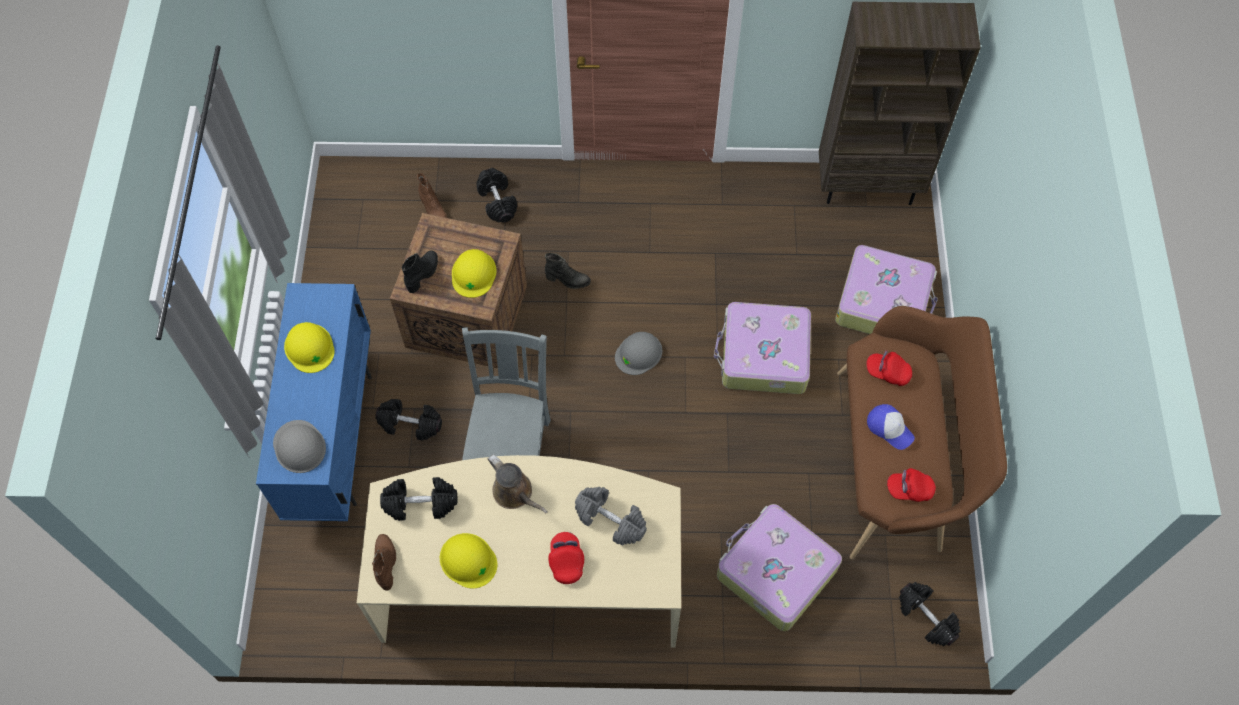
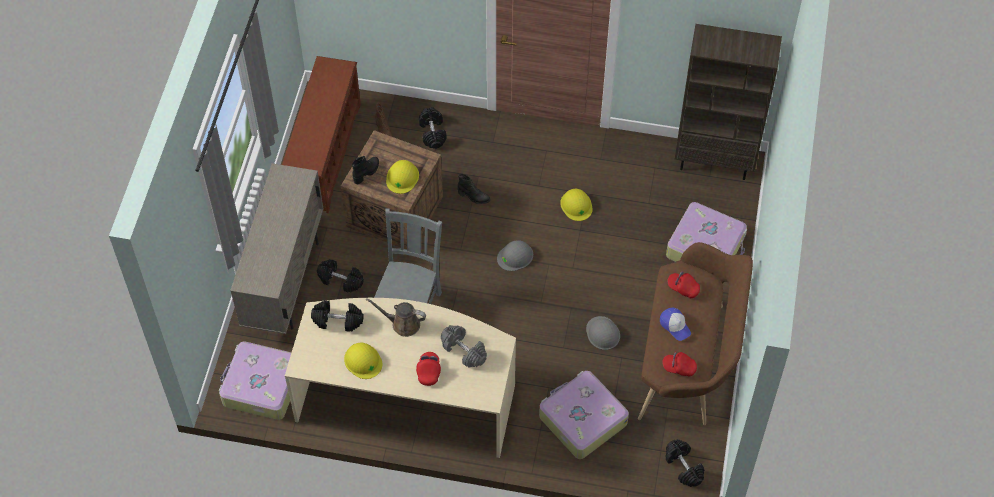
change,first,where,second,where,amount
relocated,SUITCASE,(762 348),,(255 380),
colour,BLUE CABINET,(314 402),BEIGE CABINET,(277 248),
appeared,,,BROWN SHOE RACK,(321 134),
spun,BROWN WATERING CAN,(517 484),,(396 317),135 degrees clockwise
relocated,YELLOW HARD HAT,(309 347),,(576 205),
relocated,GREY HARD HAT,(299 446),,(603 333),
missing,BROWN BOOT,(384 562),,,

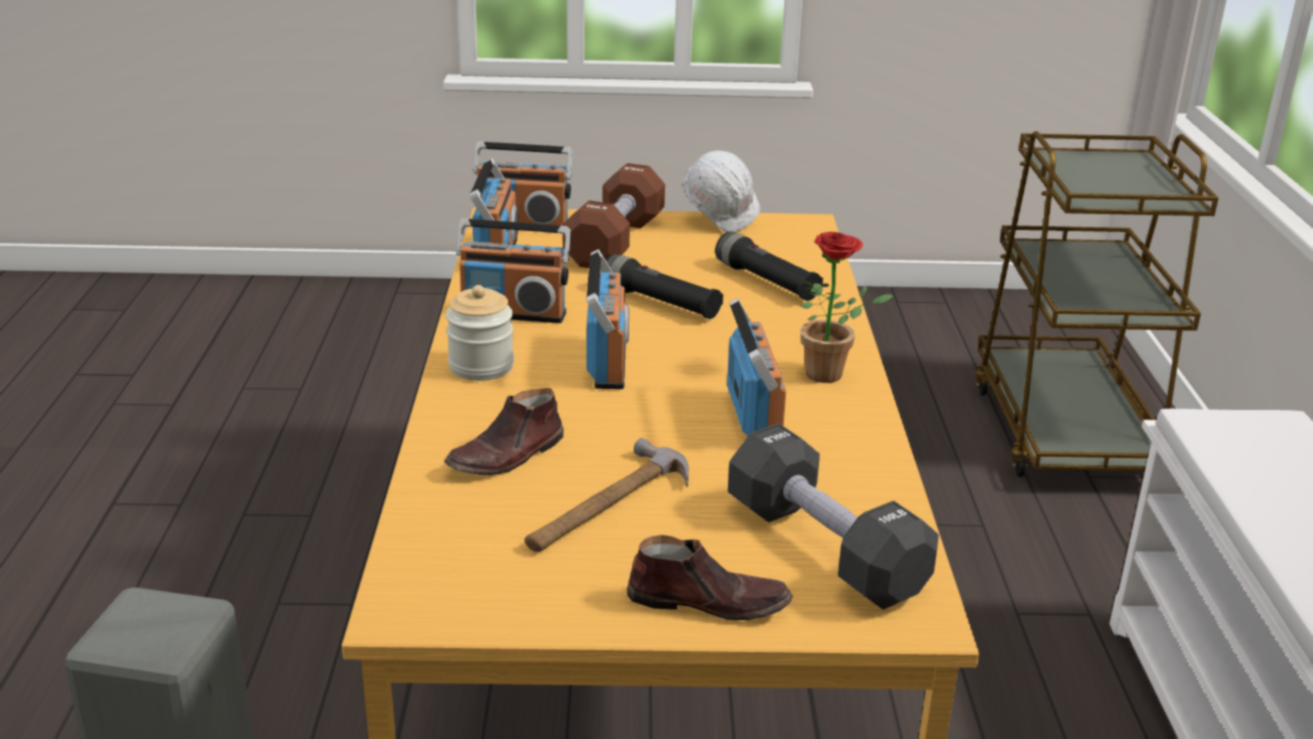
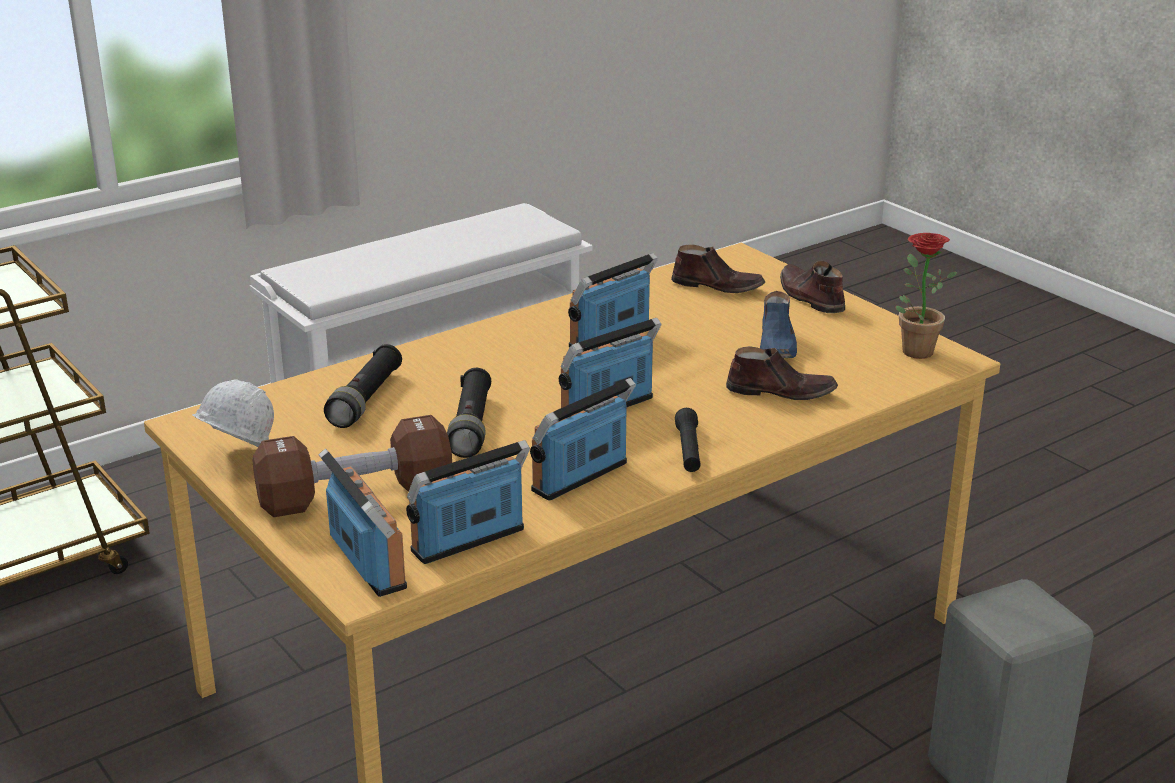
change,first,where,second,where,amount
spun,RADIO,(513 271),,(583 439),105 degrees counterclockwise
exchanged,BLACK DUMBBELL,(833 516),BROWN SHOE,(718 268),
exchanged,JAR,(480 333),BLACK FLASHLIGHT,(688 440),
exchanged,HAMMER,(607 495),BLUE SHOE,(778 324),
relocated,POTTED PLANT,(846 307),,(926 296),

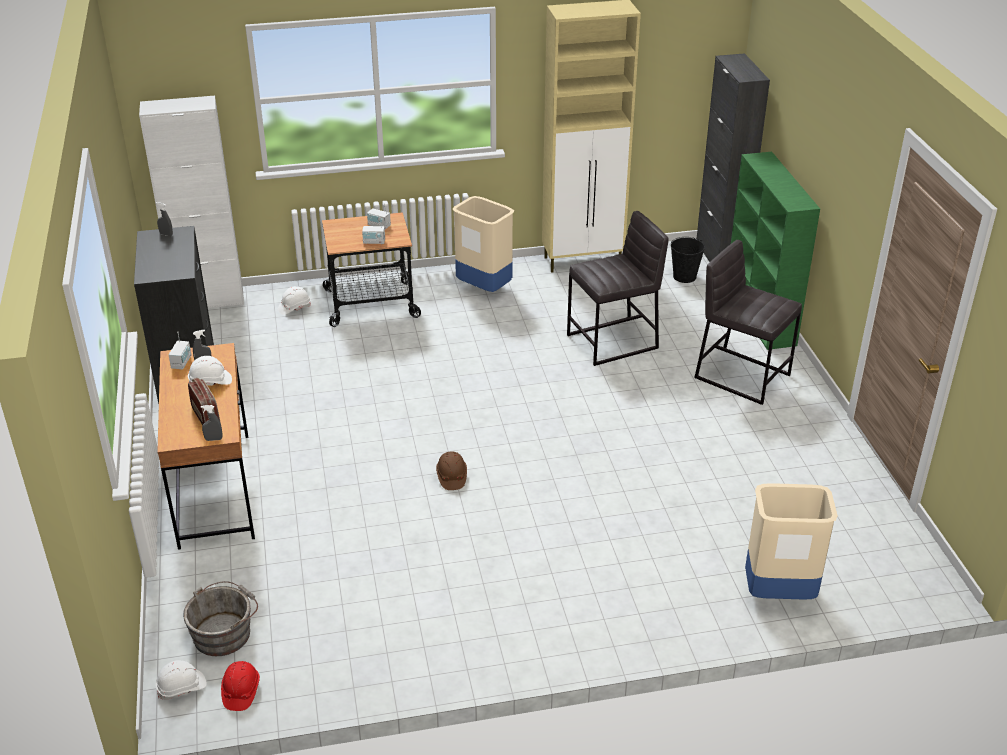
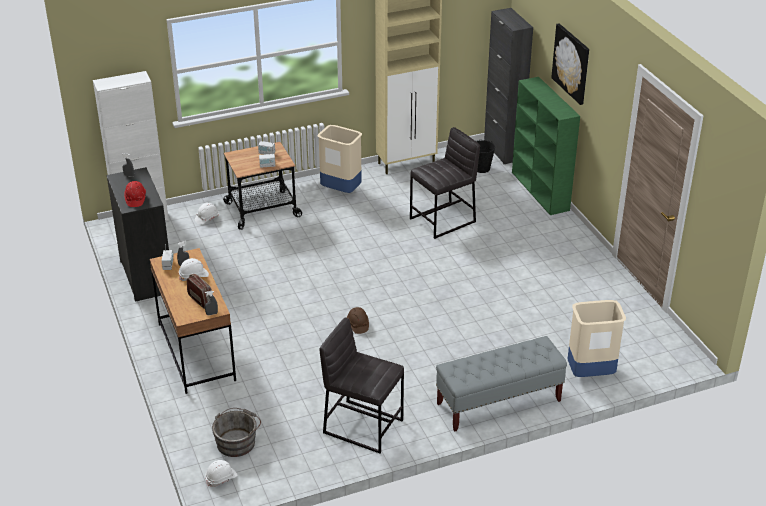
change,first,where,second,where,amount
relocated,RED HARD HAT,(240 686),,(135 194),
relocated,GREY STOOL,(748 322),,(361 385),
appeared,,,GREY BENCH,(501 384),
appeared,,,PICTURE,(570 64),

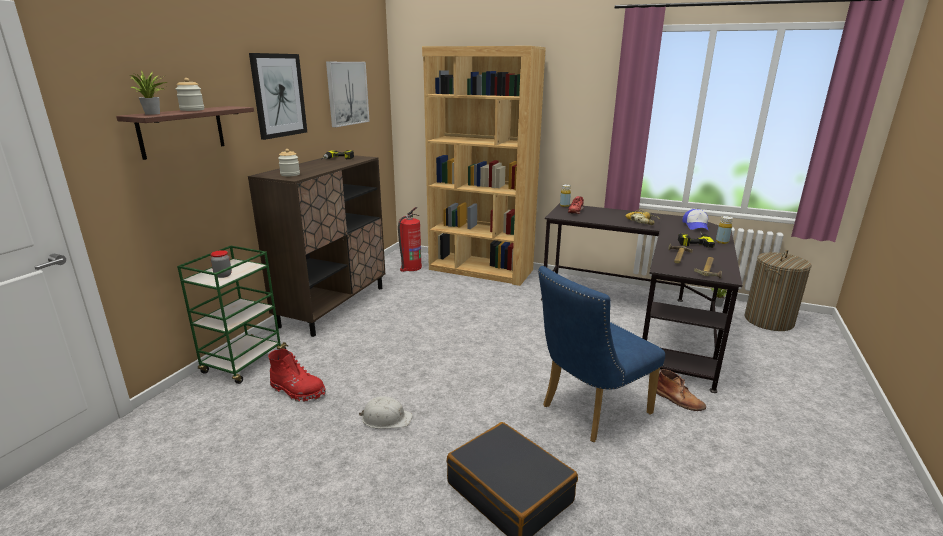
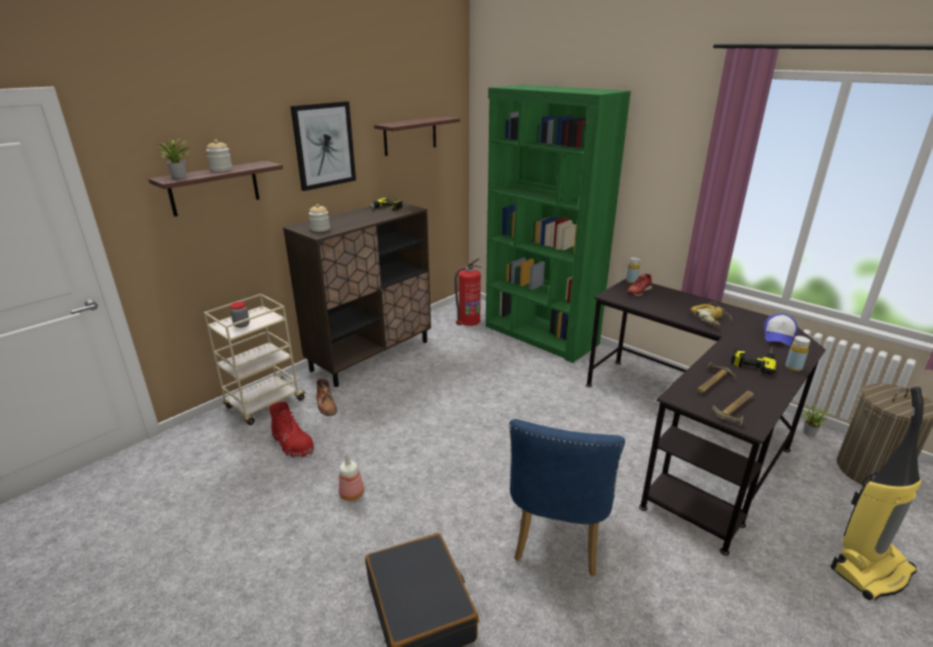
change,first,where,second,where,amount
colour,GREEN CART,(232 315),BEIGE CART,(255 359),
relocated,BROWN BOOT,(681 390),,(326 397),
exchanged,WHITE HARD HAT,(386 412),BOTTLE,(351 477),
exchanged,PICTURE,(348 94),SHELF,(417 136),
colour,BROWN BOOKCASE,(484 166),GREEN BOOKCASE,(558 224),
spun,BLUE CHAIR,(601 354),,(567 497),60 degrees counterclockwise
appeared,,,VACUUM CLEANER,(877 494),

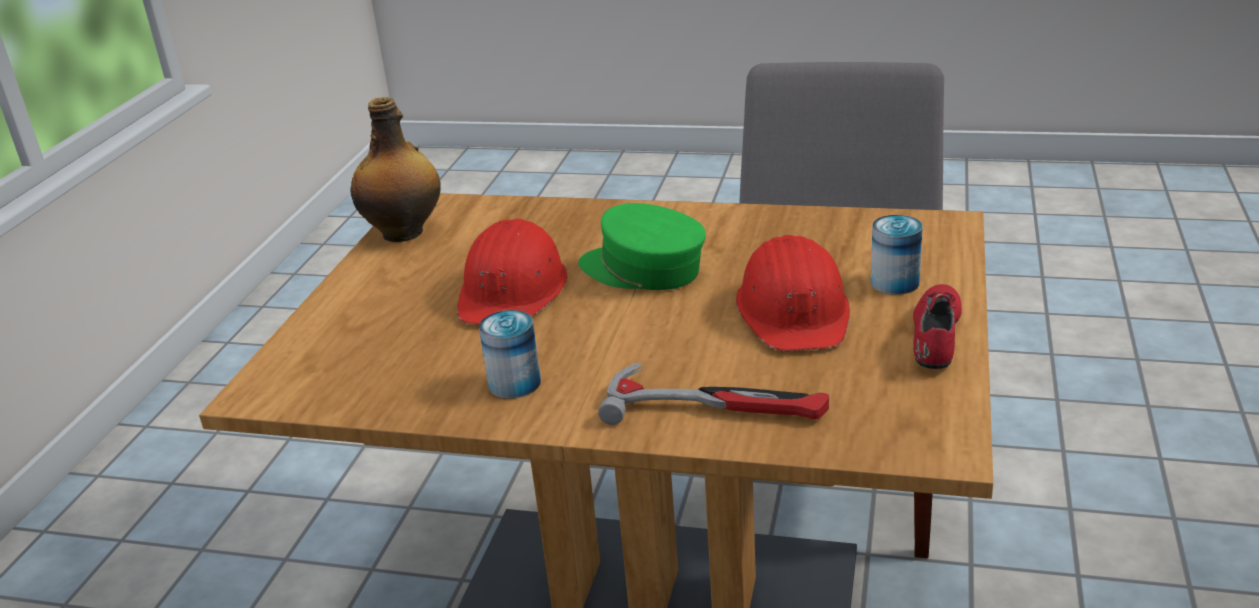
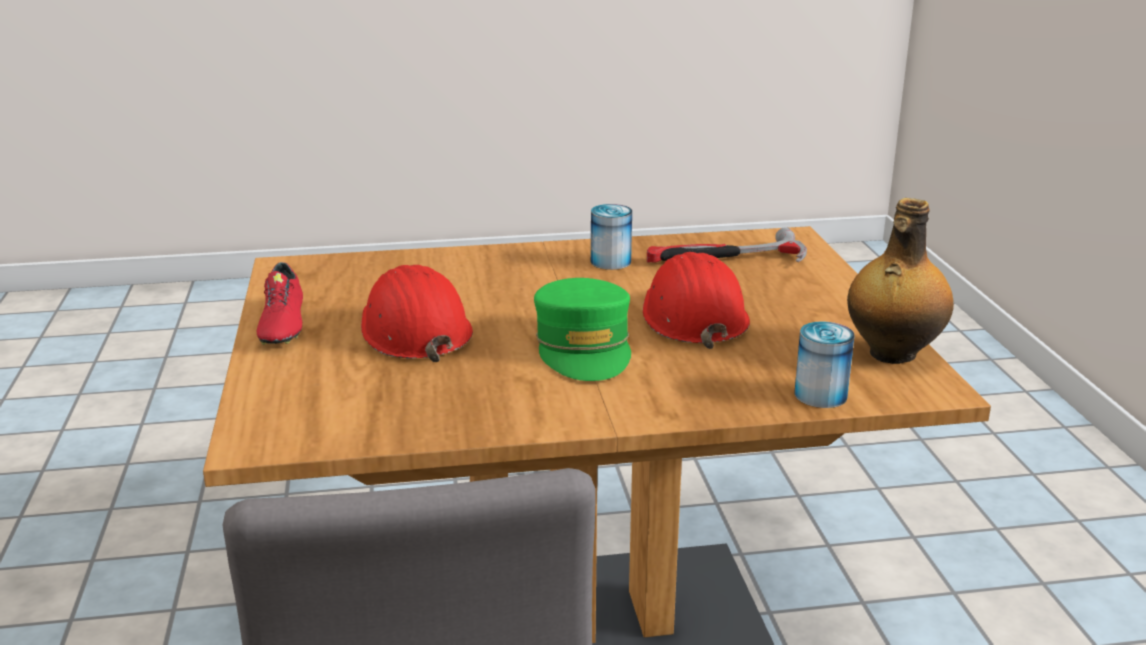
change,first,where,second,where,amount
spun,GREEN CAP,(642 246),,(582 329),75 degrees clockwise
relocated,HAMMER,(713 393),,(727 244),
relocated,CAN,(897 255),,(824 364),

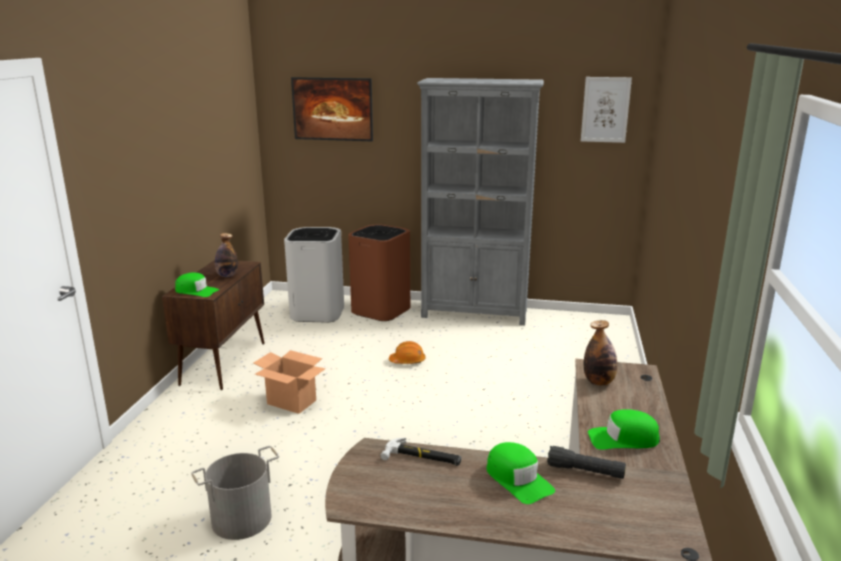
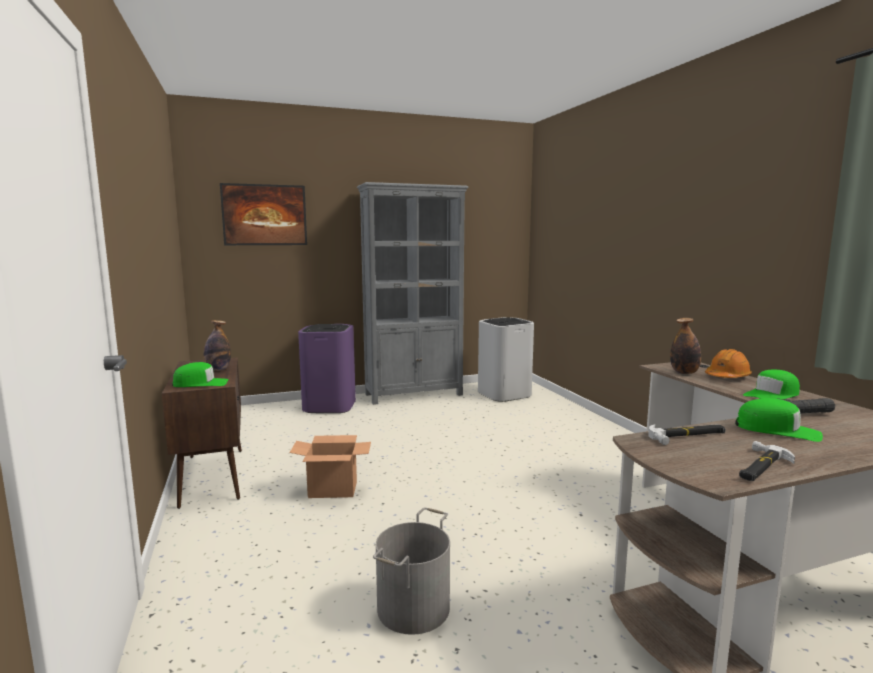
change,first,where,second,where,amount
colour,BROWN TRASH CAN,(379 272),PURPLE TRASH CAN,(327 368),
relocated,WHITE TRASH CAN,(314 274),,(506 359),
relocated,ORANGE HARD HAT,(407 352),,(728 363),
appeared,,,HAMMER,(767 461),
missing,PICTURE,(606 110),,,

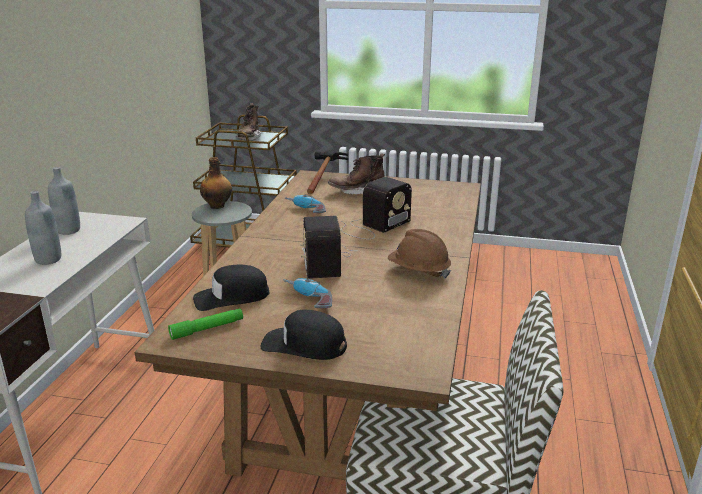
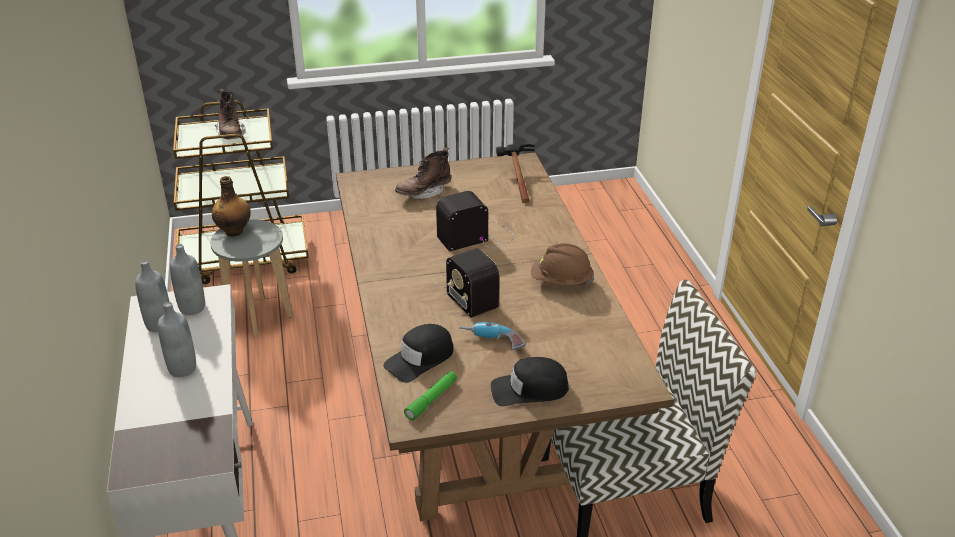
change,first,where,second,where,amount
appeared,,,GREY BOTTLE,(187 279),
spun,RADIO,(376 208),,(475 221),135 degrees counterclockwise
relocated,HAMMER,(327 172),,(515 173),
missing,POWER DRILL,(305 204),,,

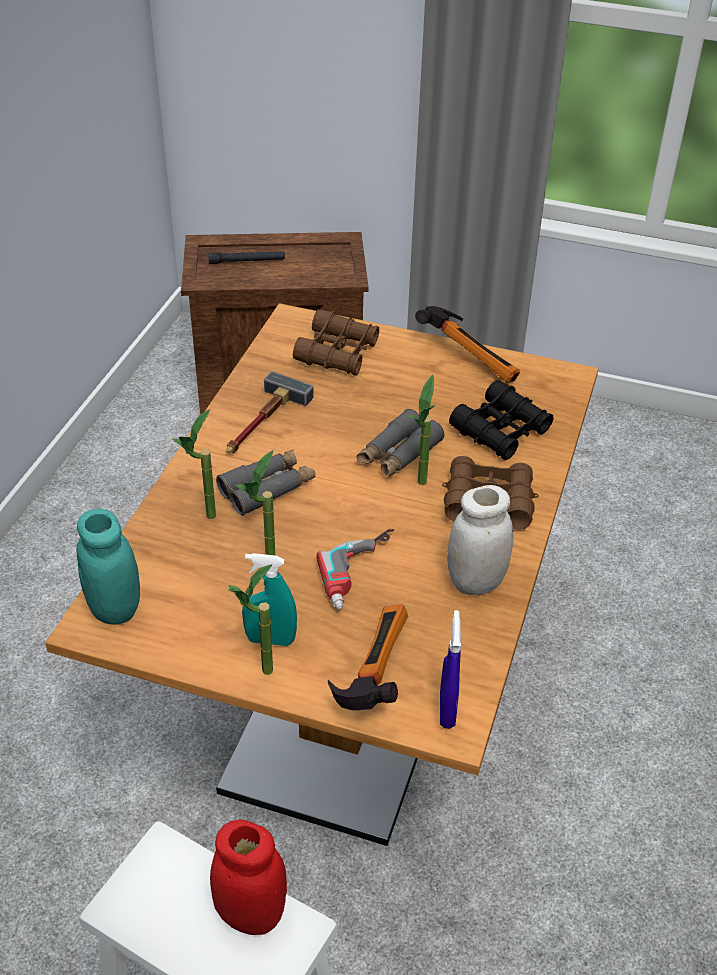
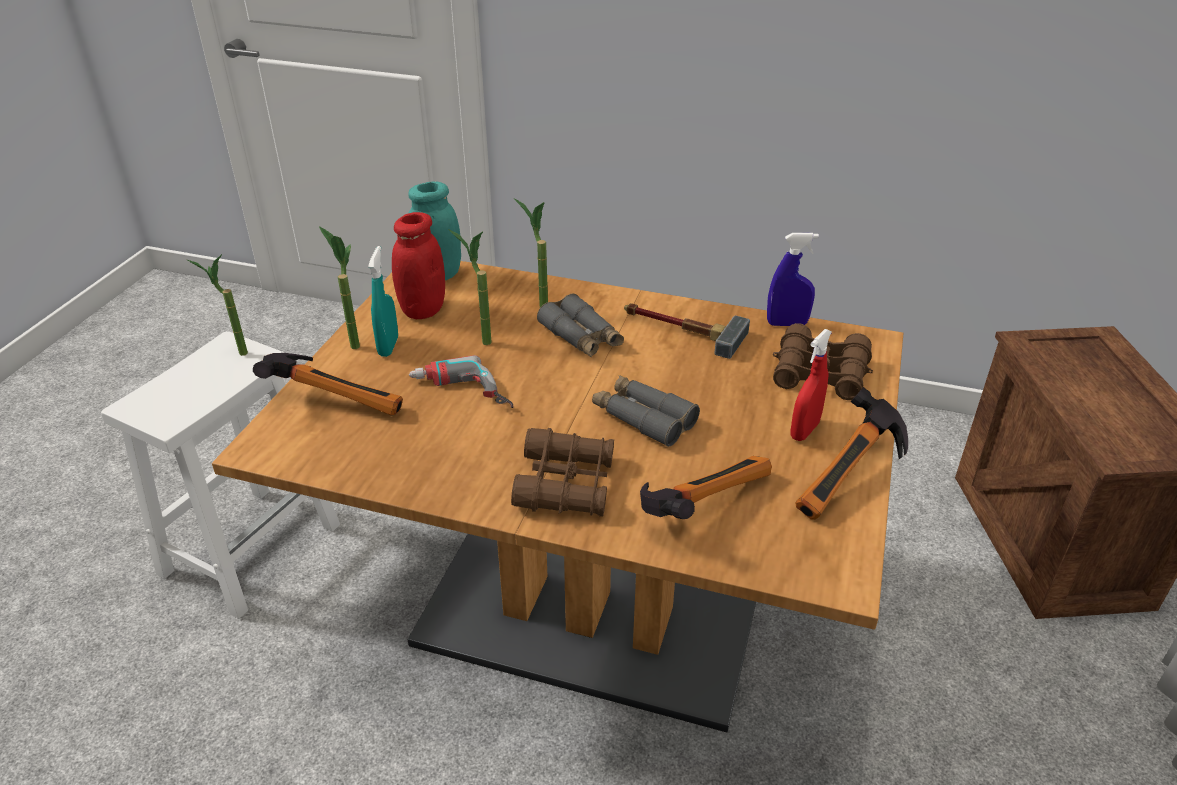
change,first,where,second,where,amount
relocated,POTTED PLANT,(421 430),,(218 304),
relocated,RED JAR,(248 877),,(418 265),
exchanged,BLACK BINOCULARS,(501 420),HAMMER,(706 487),
relocated,BLUE SPRAY BOTTLE,(450 669),,(793 279),
appeared,,,RED SPRAY BOTTLE,(811 385),
missing,BLACK FLASHLIGHT,(246 257),,,
missing,WHITE JAR,(480 540),,,

